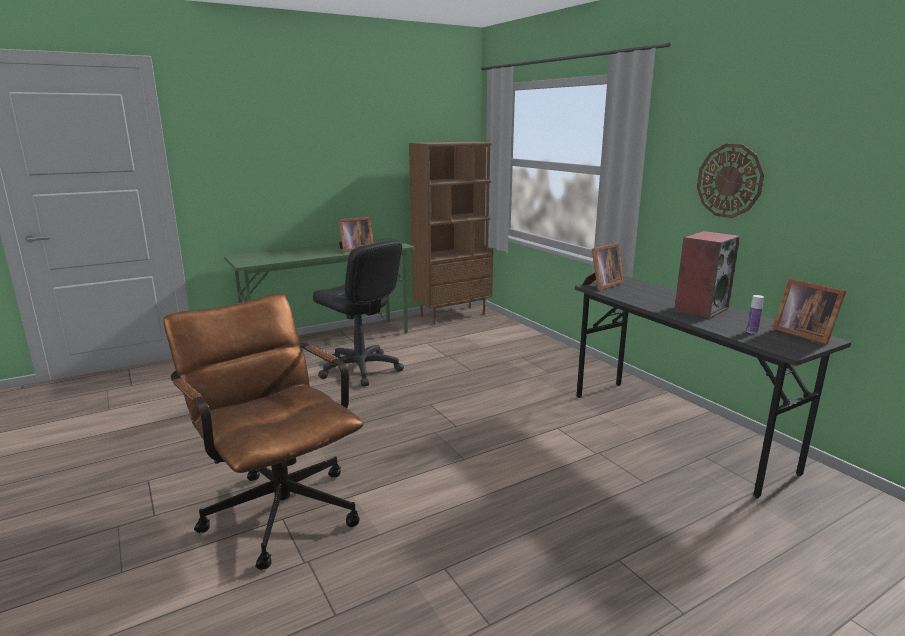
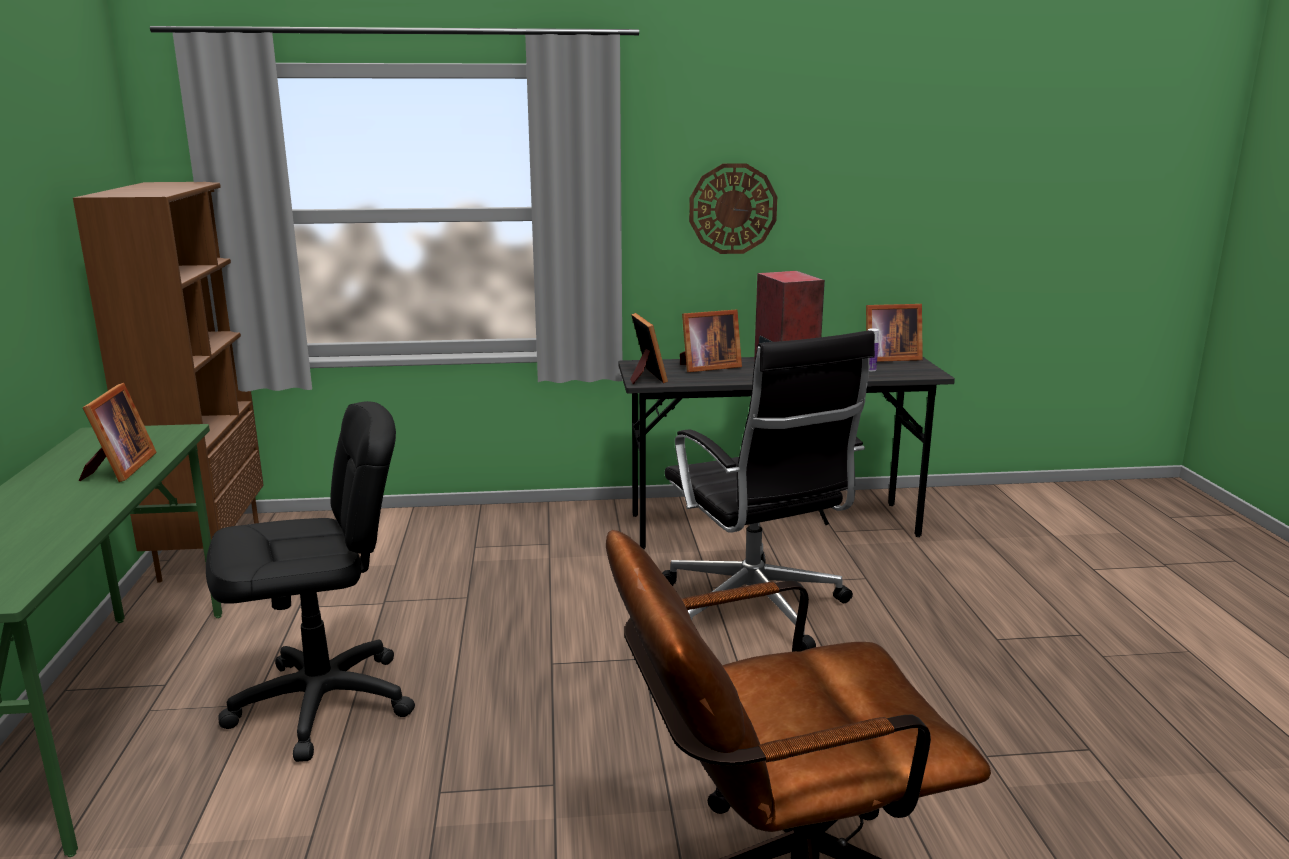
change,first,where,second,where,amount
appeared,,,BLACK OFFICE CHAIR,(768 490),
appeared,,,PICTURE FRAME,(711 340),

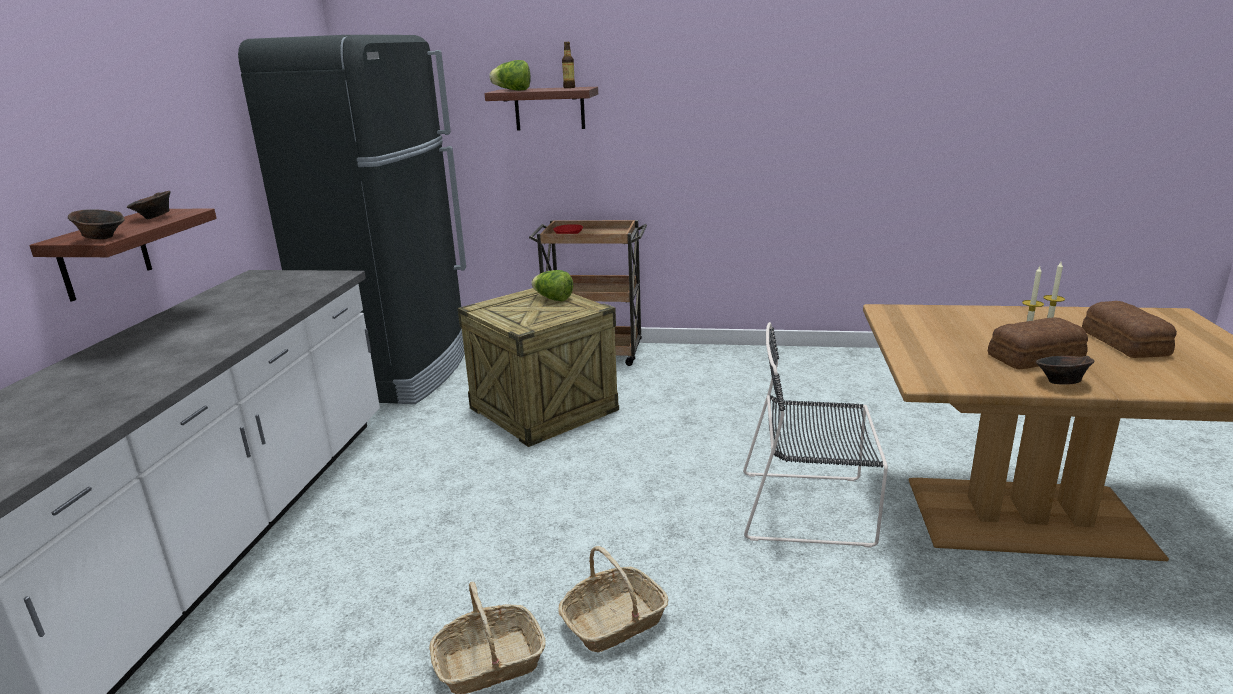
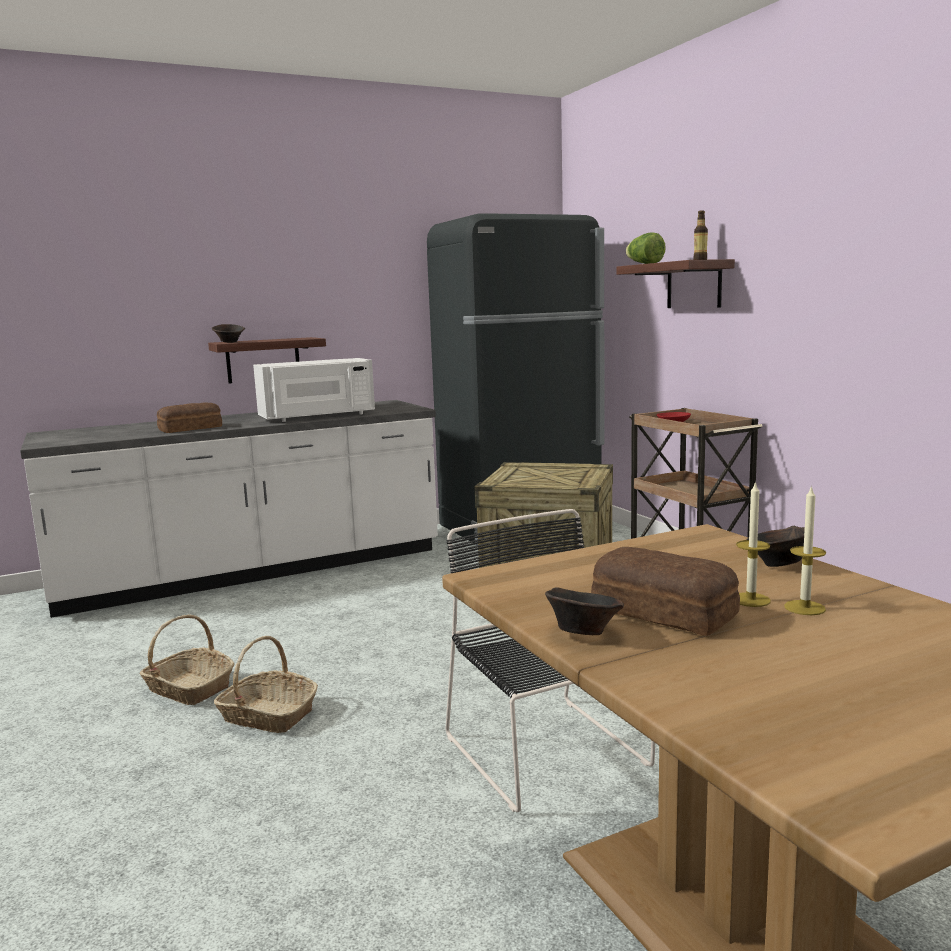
change,first,where,second,where,amount
relocated,BREAD,(1129 329),,(189 418),
appeared,,,WHITE MICROWAVE,(314 390),
relocated,BROWN BOWL,(149 205),,(775 546),
missing,LETTUCE,(552 285),,,

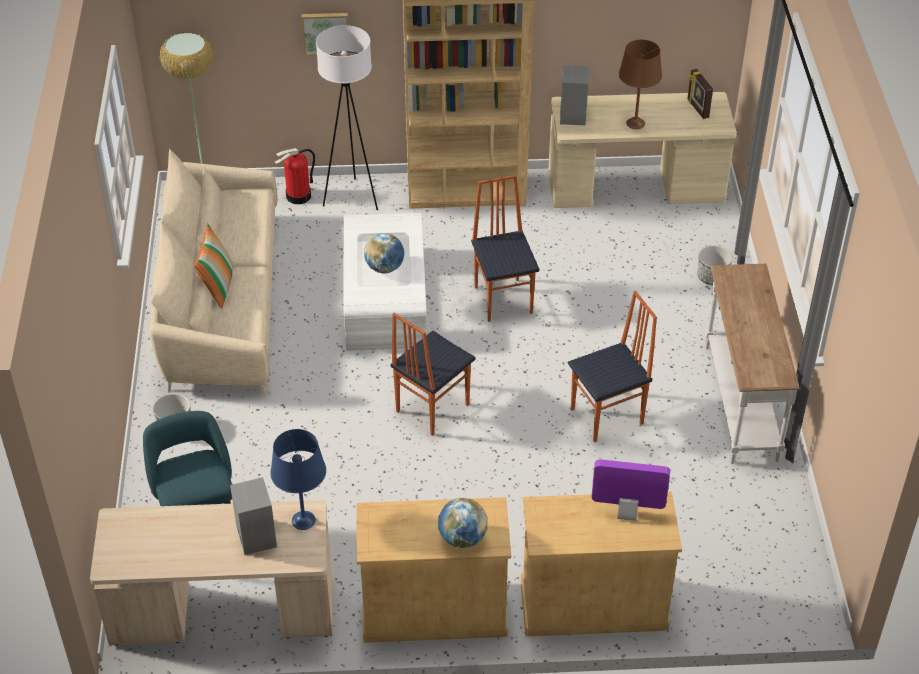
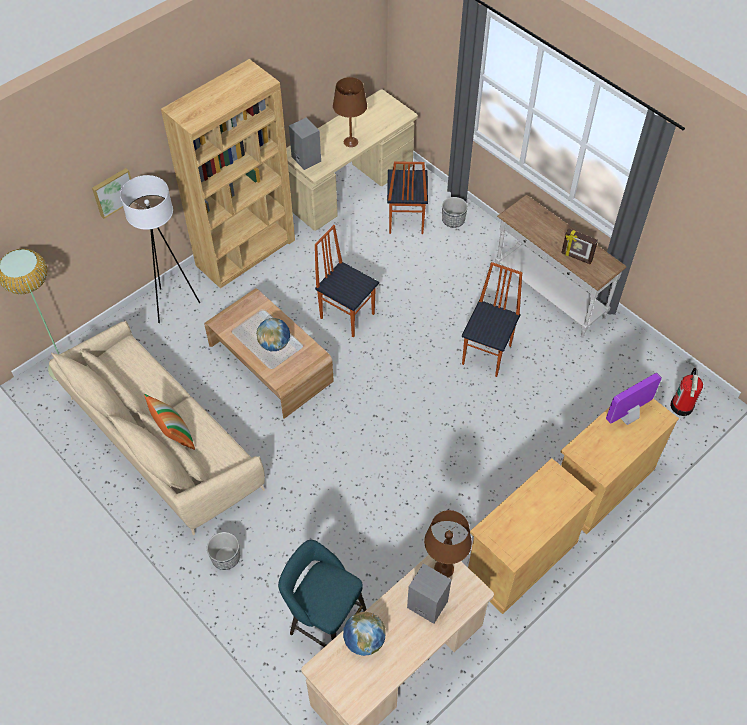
change,first,where,second,where,amount
colour,WHITE COFFEE TABLE,(385 281),BROWN COFFEE TABLE,(269 353),
relocated,GLOBE,(463 523),,(364 634),
relocated,CHAIR,(432 374),,(407 197),
colour,BLUE TABLE LAMP,(298 479),BROWN TABLE LAMP,(448 543),
relocated,PICTURE FRAME,(700 94),,(579 246),
relocated,FIRE EXTINGUISHER,(295 176),,(686 392),

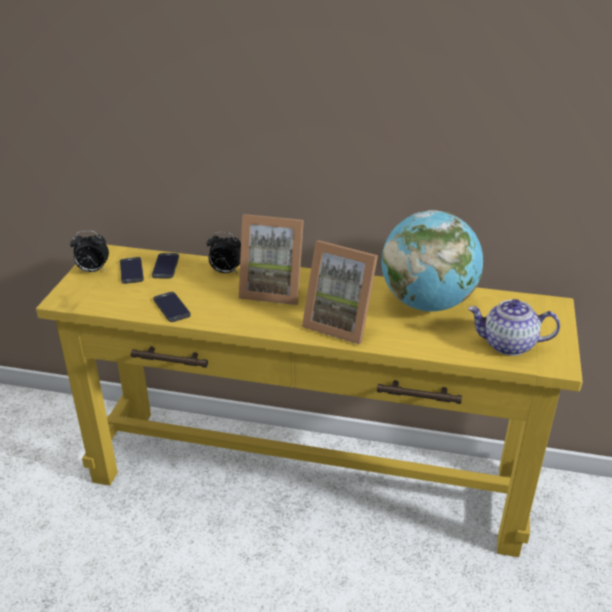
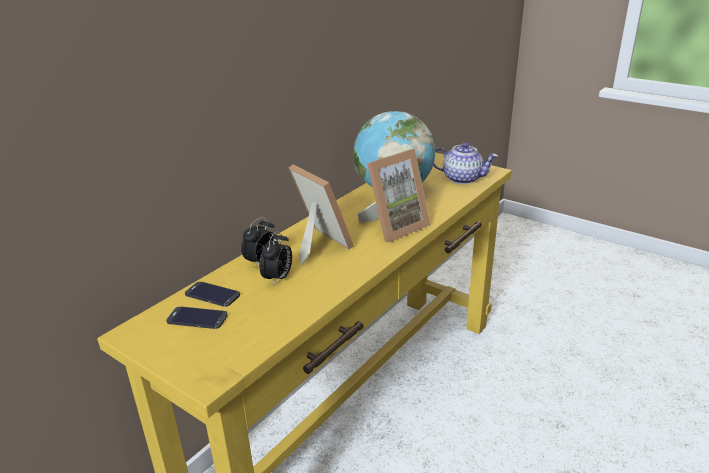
change,first,where,second,where,amount
relocated,ALARM CLOCK,(89 251),,(275 258),
spun,PICTURE FRAME,(271 259),,(321 214),75 degrees counterclockwise
spun,TEAPOT,(514 327),,(465 163),105 degrees counterclockwise
missing,PHONE,(172 307),,,

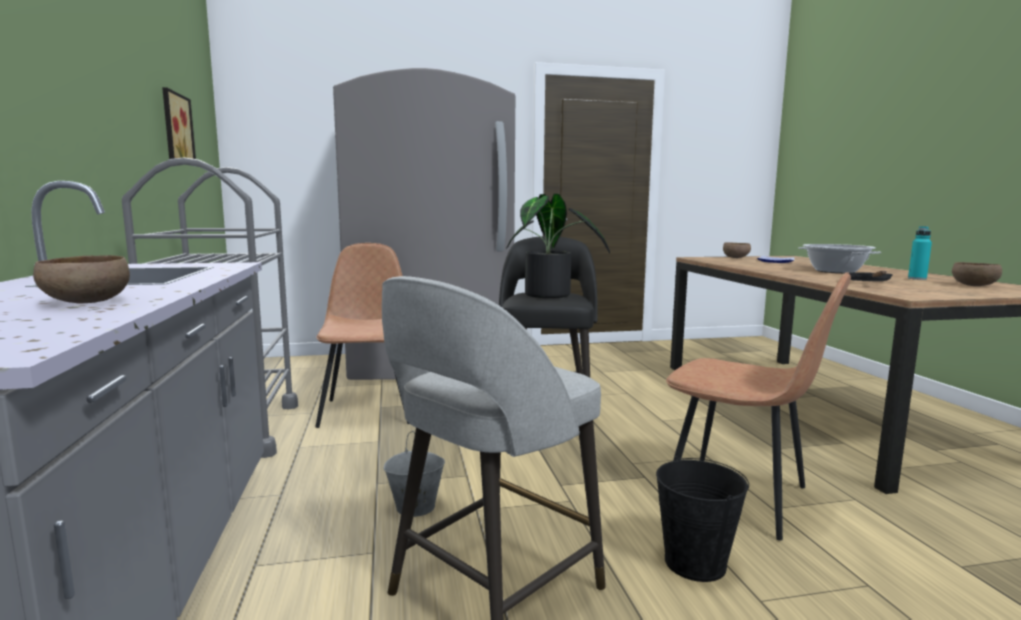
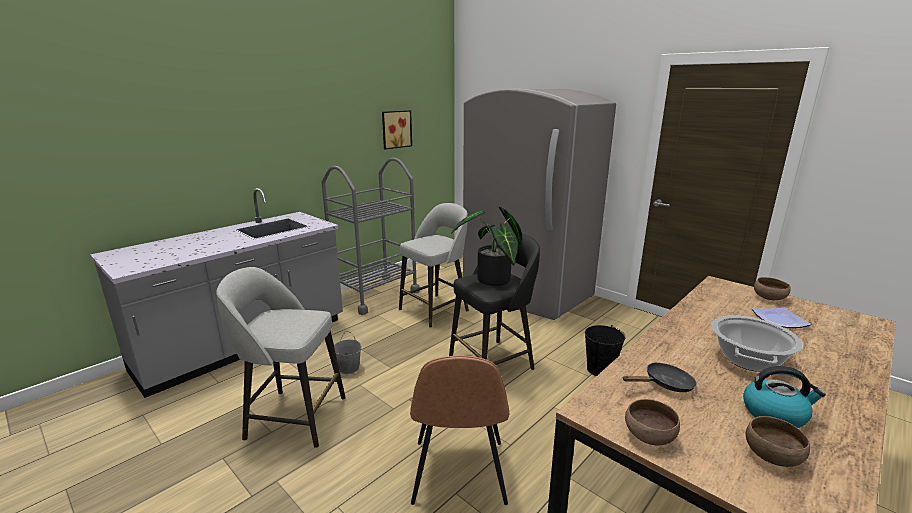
change,first,where,second,where,amount
exchanged,BROWN CHAIR,(362 335),GREY STOOL,(434 265),
relocated,BLACK BUCKET,(702 519),,(605 350),
relocated,BROWN BOWL,(81 279),,(652 422),
exchanged,TURQUOISE BOTTLE,(920 253),KETTLE,(784 397),

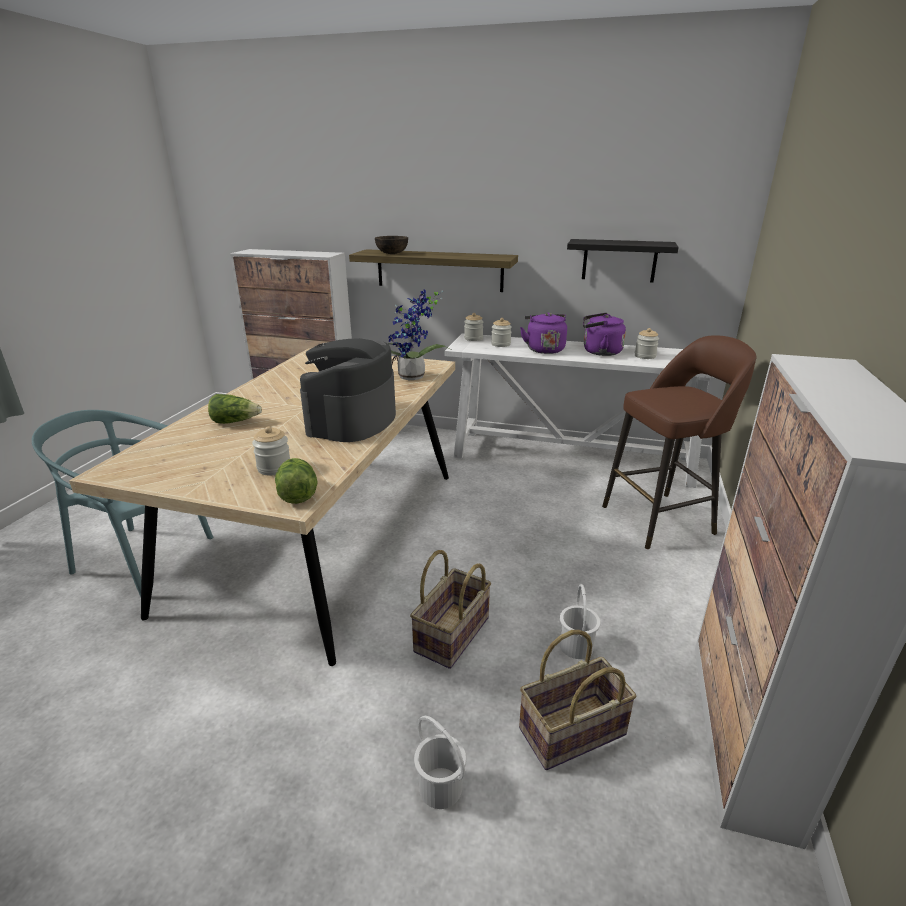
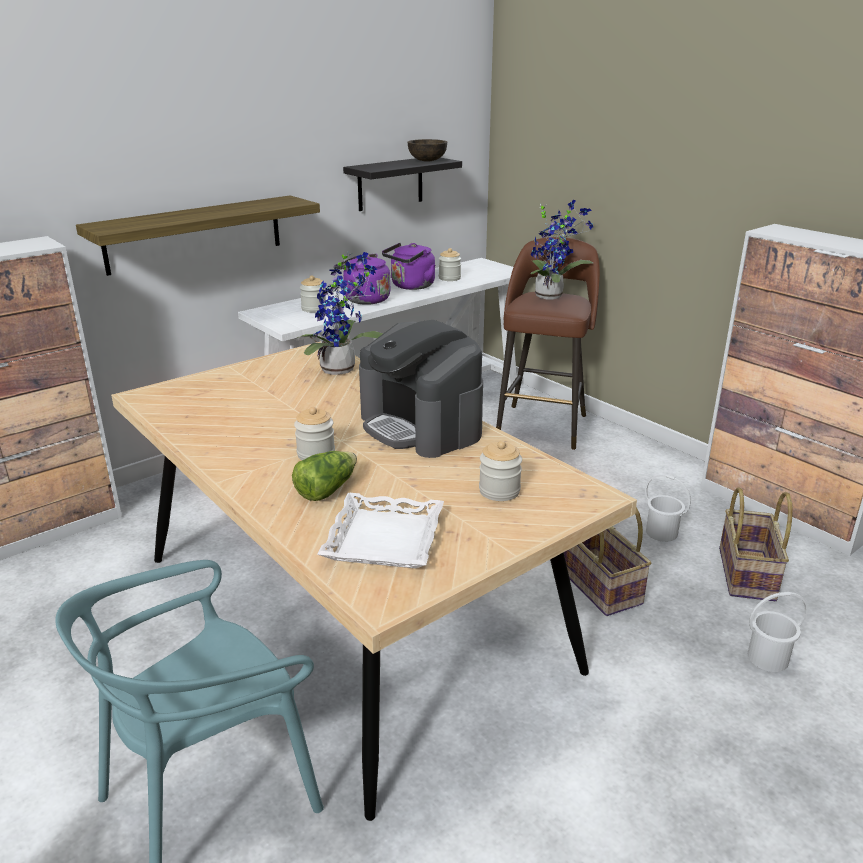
change,first,where,second,where,amount
relocated,JAR,(474 327),,(314 433),
appeared,,,WHITE TRAY,(380 530),
relocated,BROWN BOWL,(391 245),,(427 150),
appeared,,,POTTED PLANT,(562 249),
missing,LETTUCE,(296 481),,,

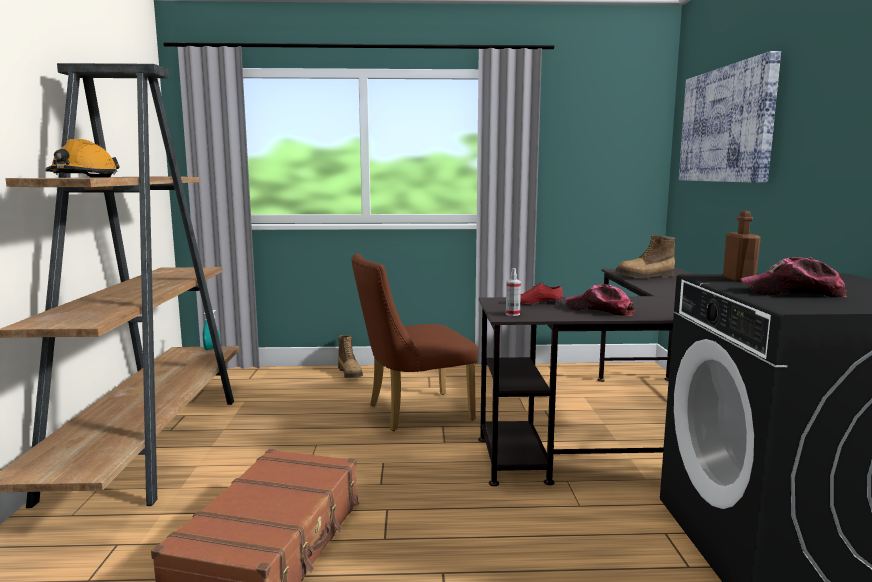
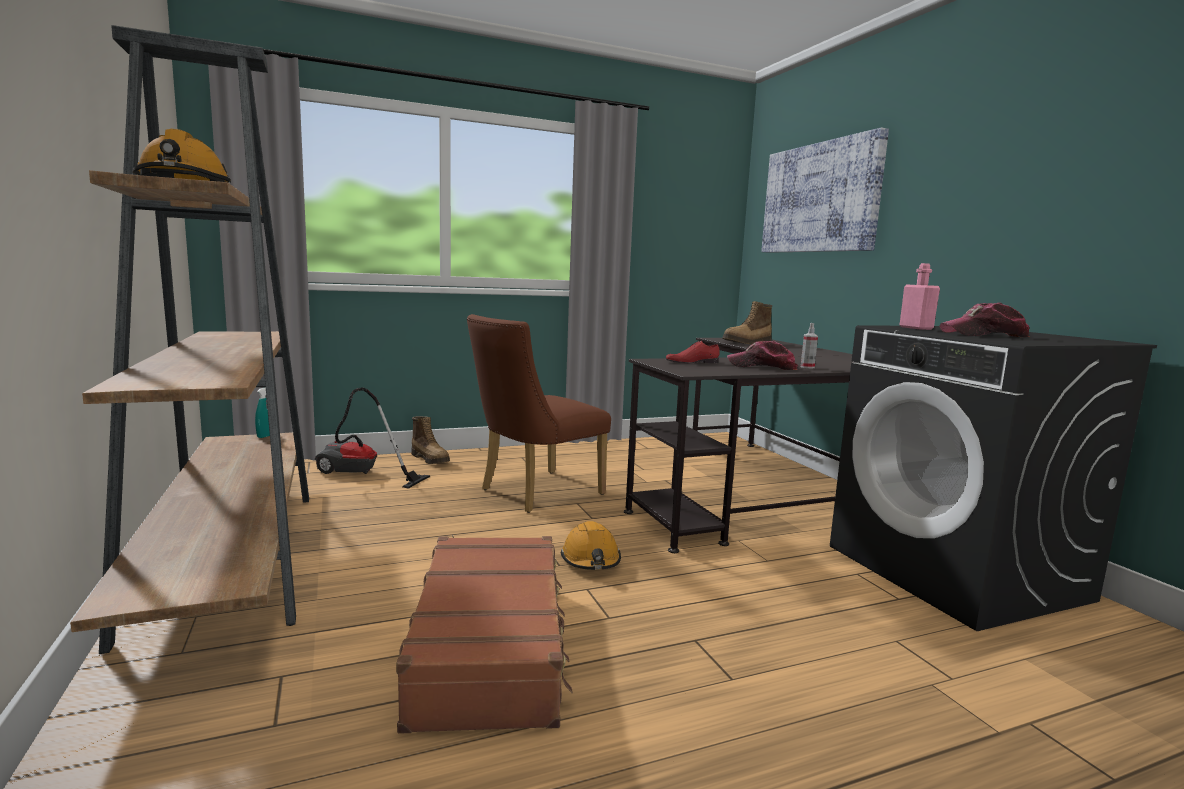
change,first,where,second,where,amount
appeared,,,VACUUM CLEANER,(372 438),
appeared,,,ORANGE HARD HAT,(591 545),
relocated,SPRAY BOTTLE,(513 292),,(809 345),
colour,BROWN BOTTLE,(742 246),PINK BOTTLE,(919 296),

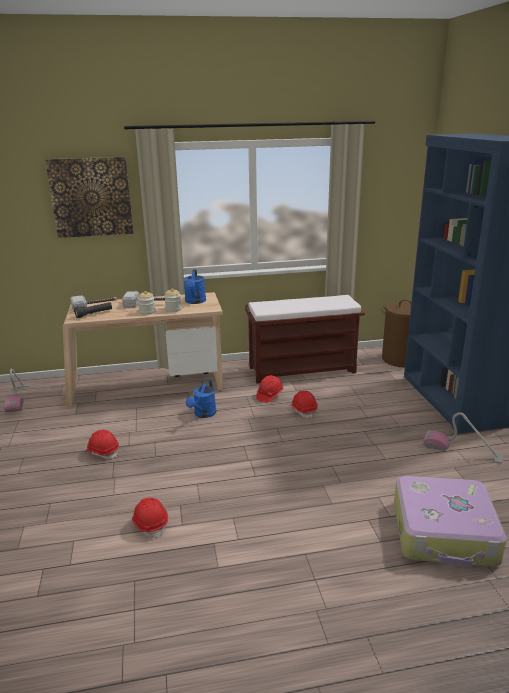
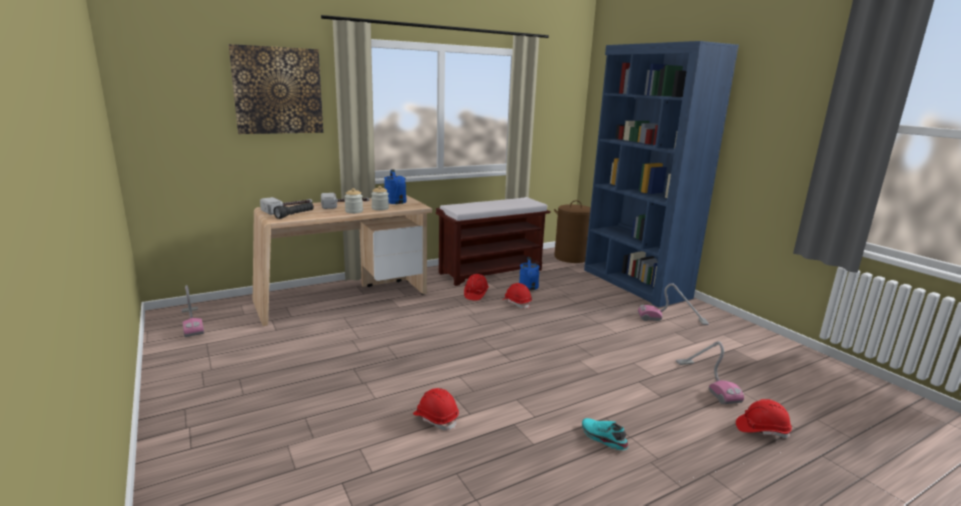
change,first,where,second,where,amount
relocated,BLUE WATERING CAN,(201 399),,(529 273),
appeared,,,TURQUOISE SHOE,(605 434),
exchanged,SUITCASE,(450 521),VACUUM CLEANER,(710 372),
relocated,RED HARD HAT,(102 444),,(764 418),

